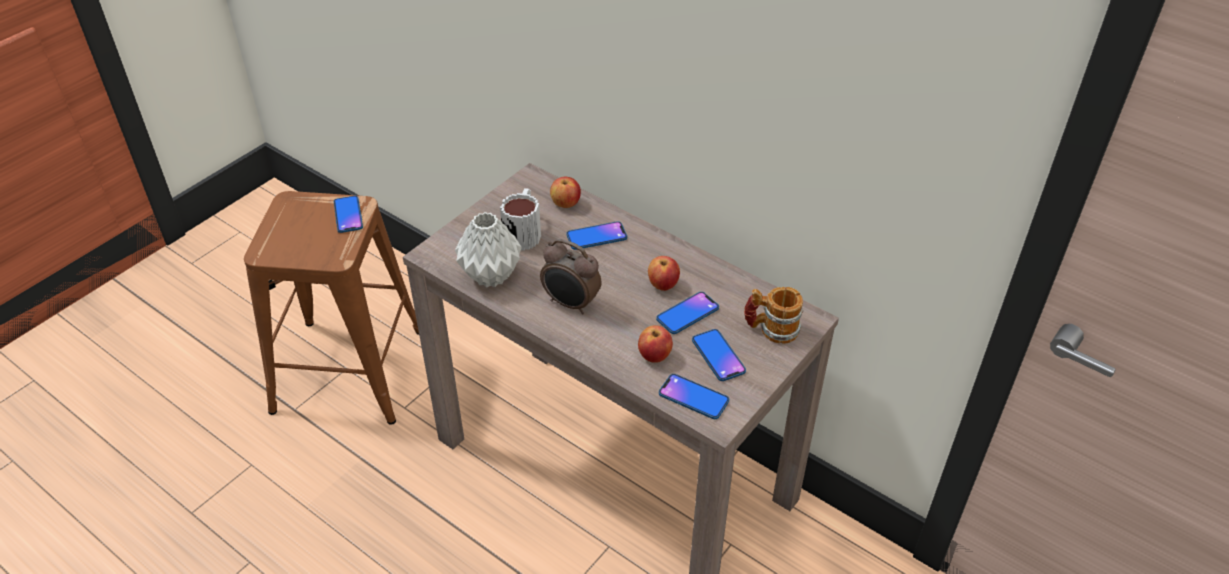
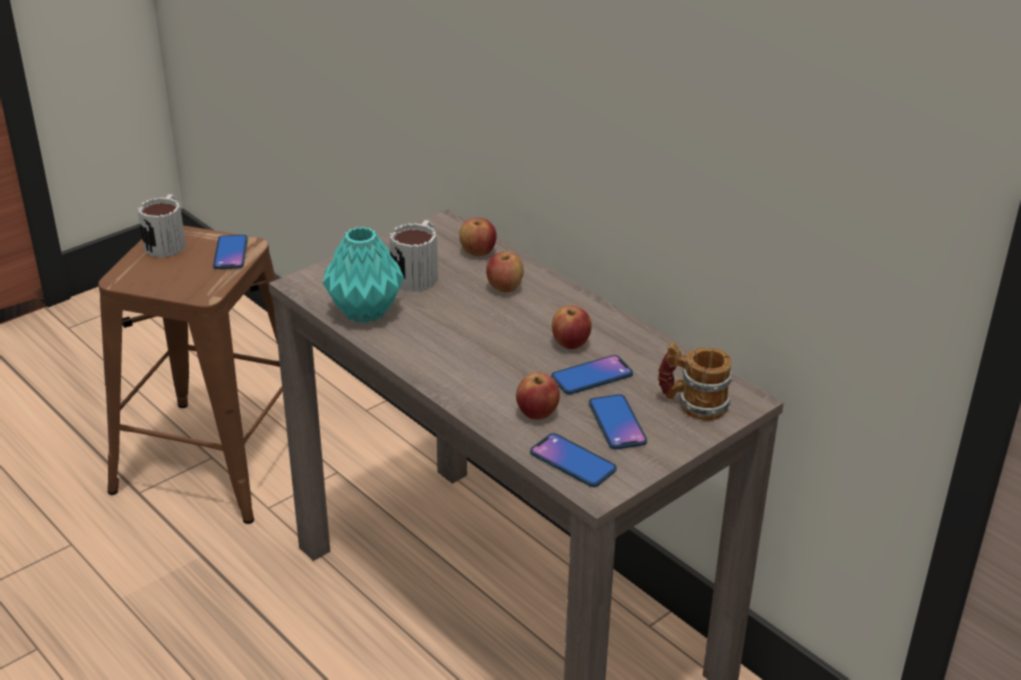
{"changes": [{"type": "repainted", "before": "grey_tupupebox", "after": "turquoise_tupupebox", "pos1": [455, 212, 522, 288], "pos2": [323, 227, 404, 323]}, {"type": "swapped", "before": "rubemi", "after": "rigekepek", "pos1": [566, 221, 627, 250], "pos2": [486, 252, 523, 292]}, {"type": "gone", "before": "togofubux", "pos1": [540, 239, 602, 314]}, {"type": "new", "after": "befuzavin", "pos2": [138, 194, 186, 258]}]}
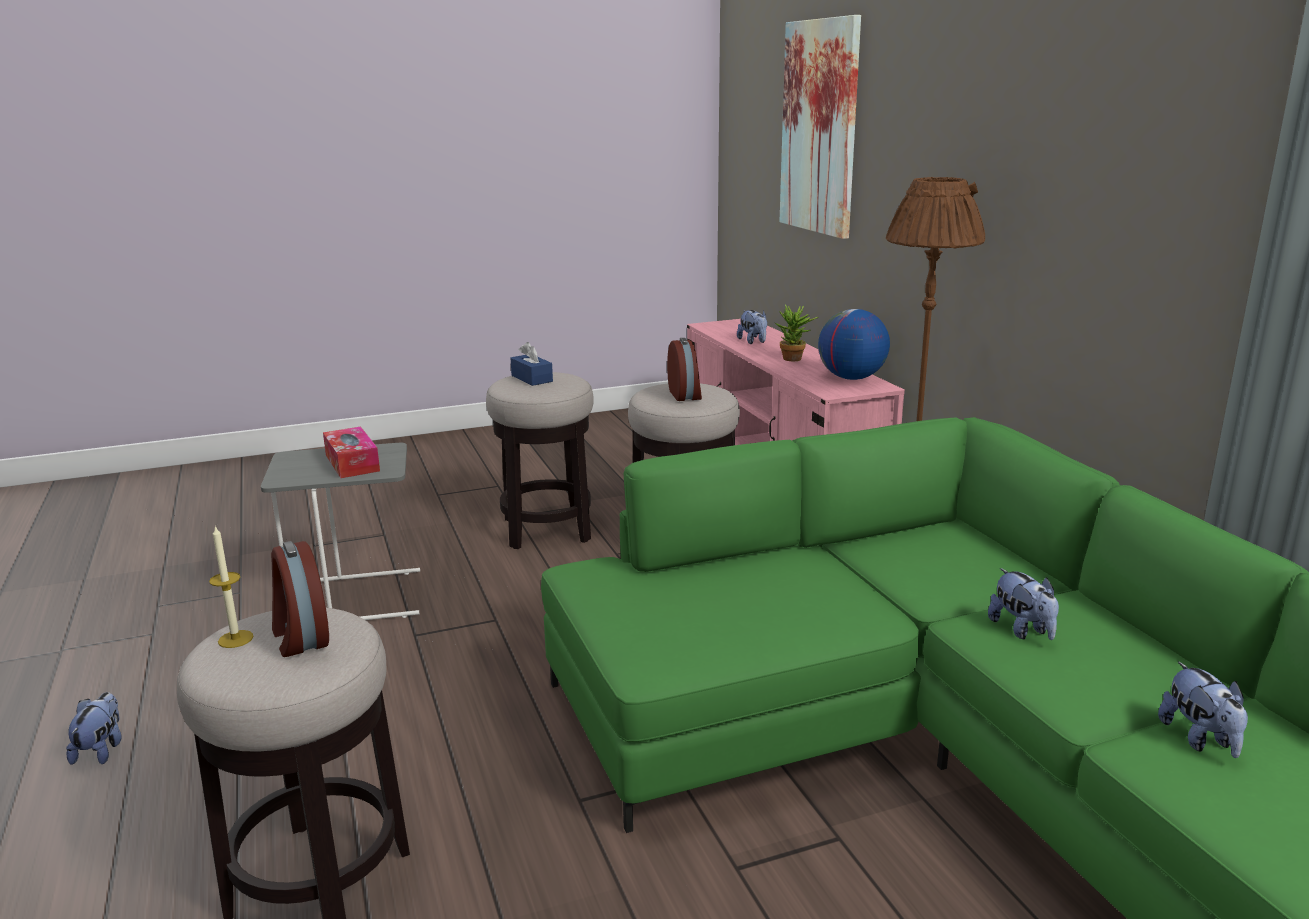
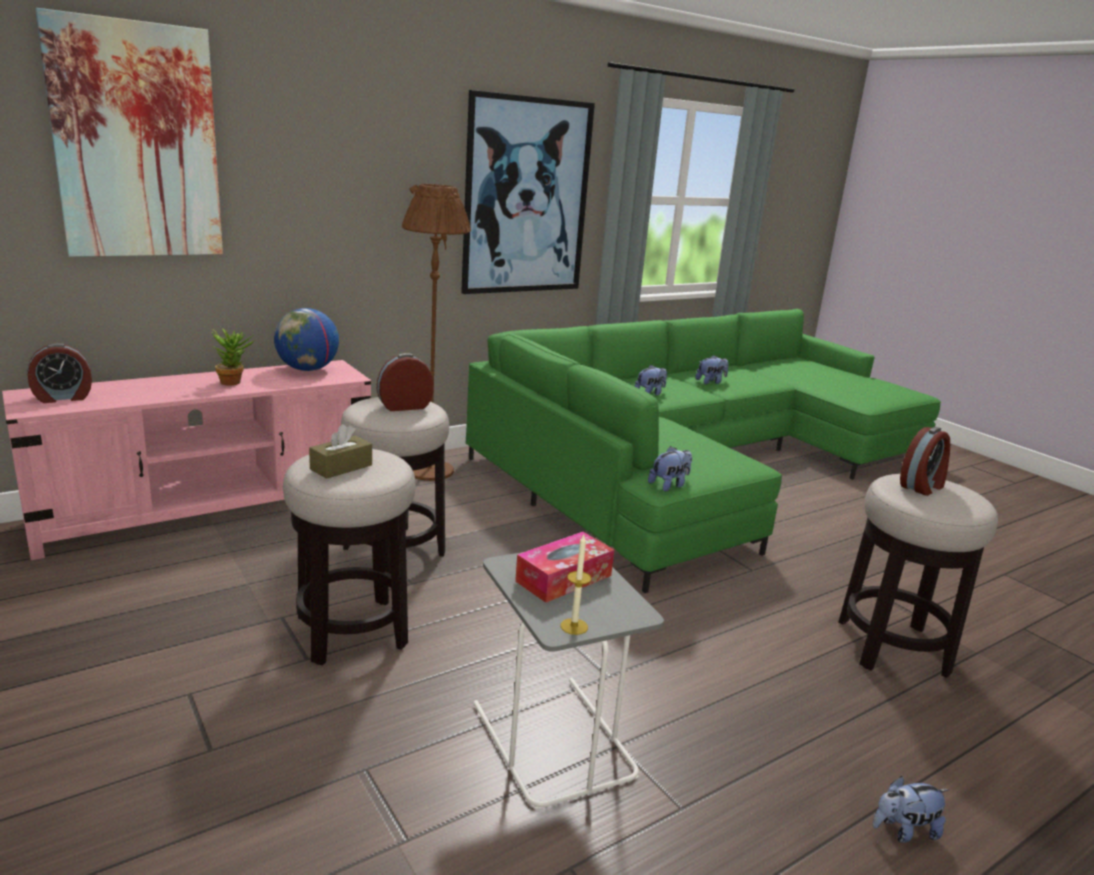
{"changes": [{"type": "shifted", "before": "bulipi", "pos1": [737, 310, 767, 344], "pos2": [648, 446, 692, 492]}, {"type": "repainted", "before": "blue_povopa", "after": "brown_povopa", "pos1": [510, 342, 553, 386], "pos2": [309, 424, 372, 479]}, {"type": "shifted", "before": "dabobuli", "pos1": [209, 526, 254, 648], "pos2": [560, 535, 591, 635]}, {"type": "new", "after": "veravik", "pos2": [461, 90, 595, 294]}, {"type": "new", "after": "togofubux", "pos2": [28, 343, 92, 403]}]}
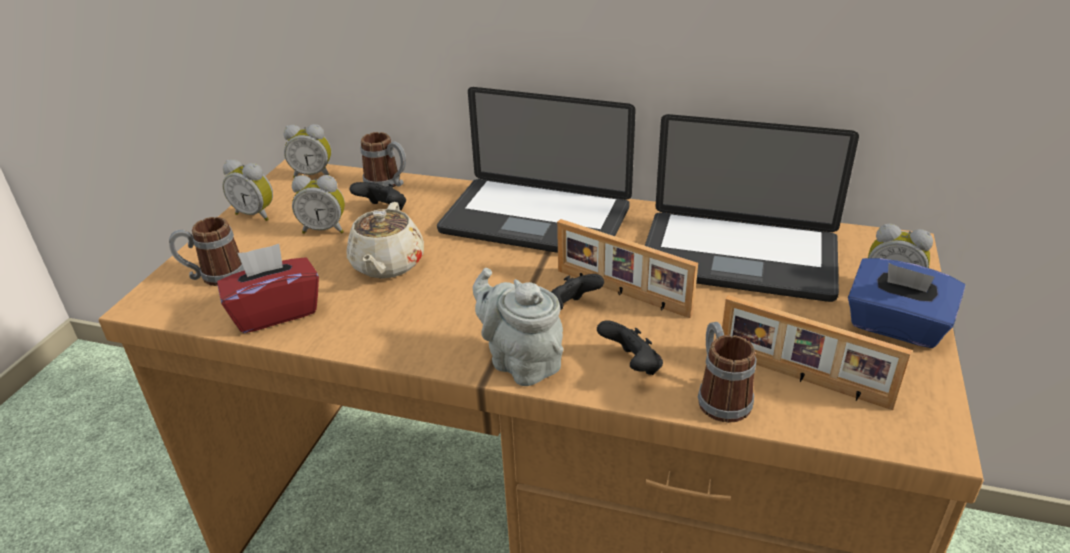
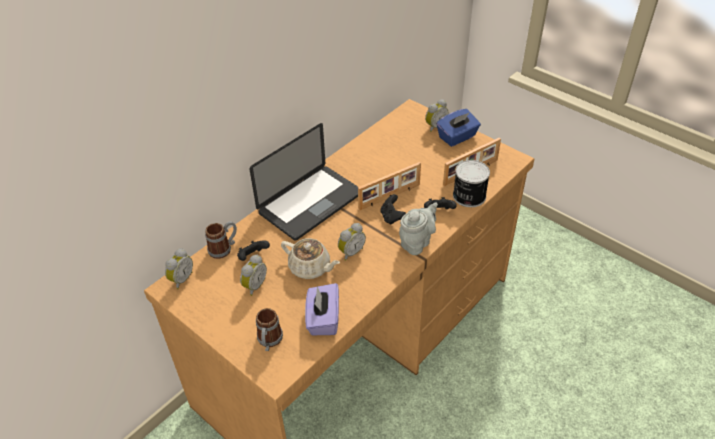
{"changes": [{"type": "gone", "before": "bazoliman", "pos1": [645, 114, 859, 302]}, {"type": "shifted", "before": "togofubux", "pos1": [223, 159, 273, 221], "pos2": [338, 223, 366, 261]}, {"type": "repainted", "before": "red_povopa", "after": "purple_povopa", "pos1": [217, 244, 319, 333], "pos2": [305, 283, 339, 335]}, {"type": "rotated", "before": "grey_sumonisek", "pos1": [473, 268, 563, 386], "pos2": [399, 202, 438, 255], "turn": 150}, {"type": "swapped", "before": "befuzavin", "after": "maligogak", "pos1": [698, 322, 757, 423], "pos2": [453, 160, 490, 207]}]}
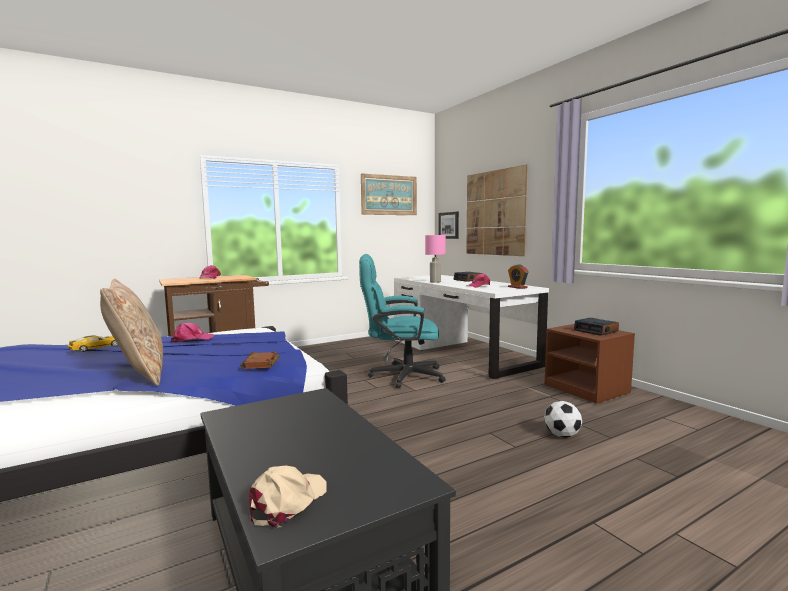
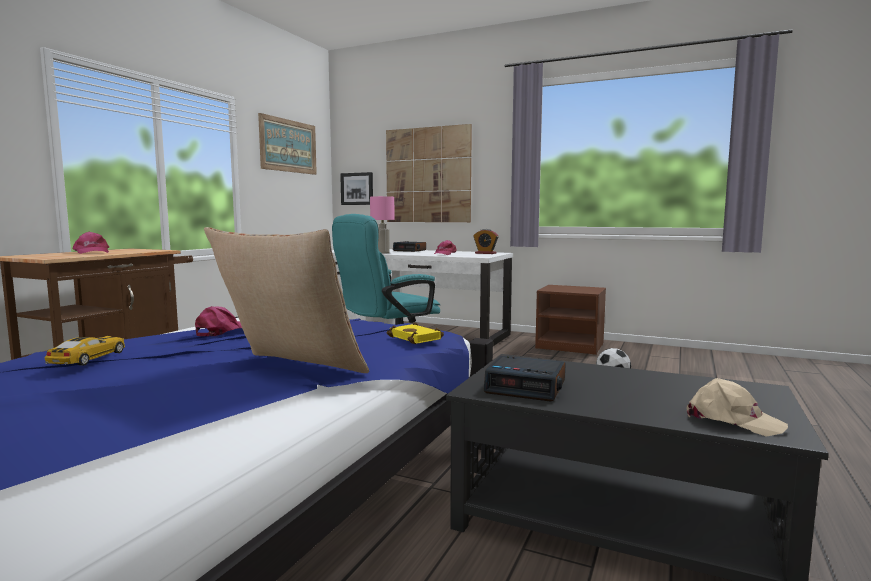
{"changes": [{"type": "shifted", "before": "togofubux", "pos1": [574, 318, 619, 336], "pos2": [484, 356, 566, 402]}, {"type": "repainted", "before": "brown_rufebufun", "after": "yellow_rufebufun", "pos1": [240, 351, 280, 369], "pos2": [387, 322, 444, 344]}, {"type": "rotated", "before": "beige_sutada", "pos1": [249, 466, 327, 528], "pos2": [686, 378, 788, 437], "turn": 135}]}
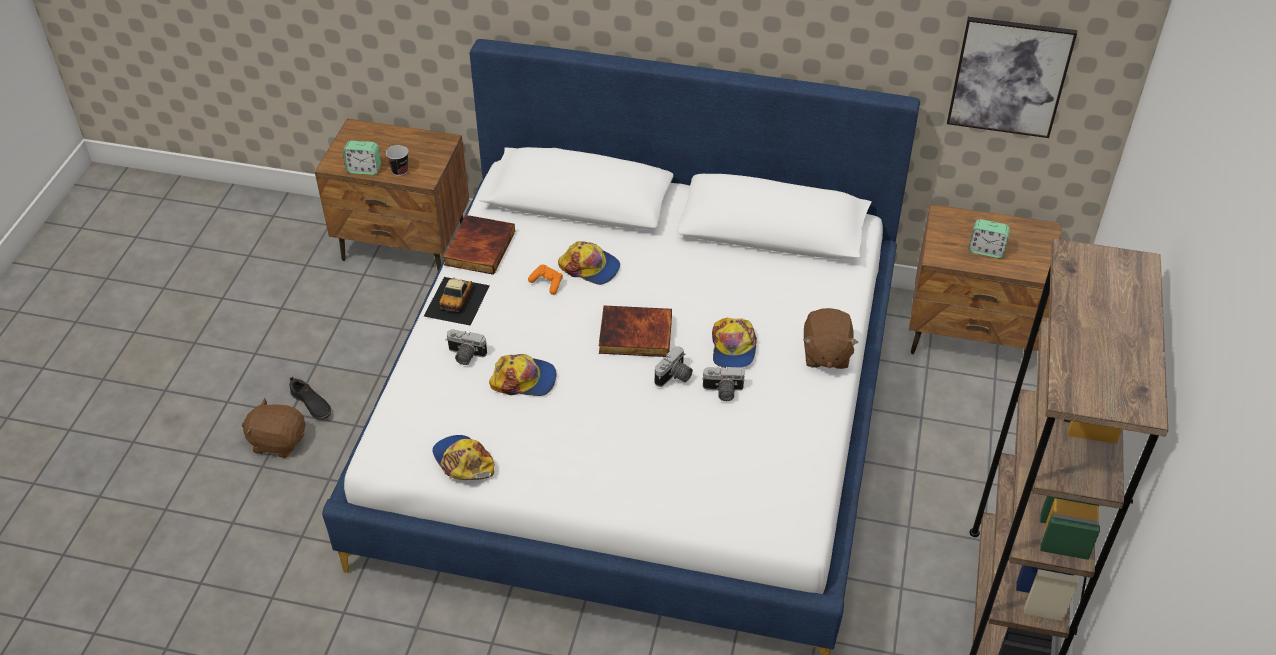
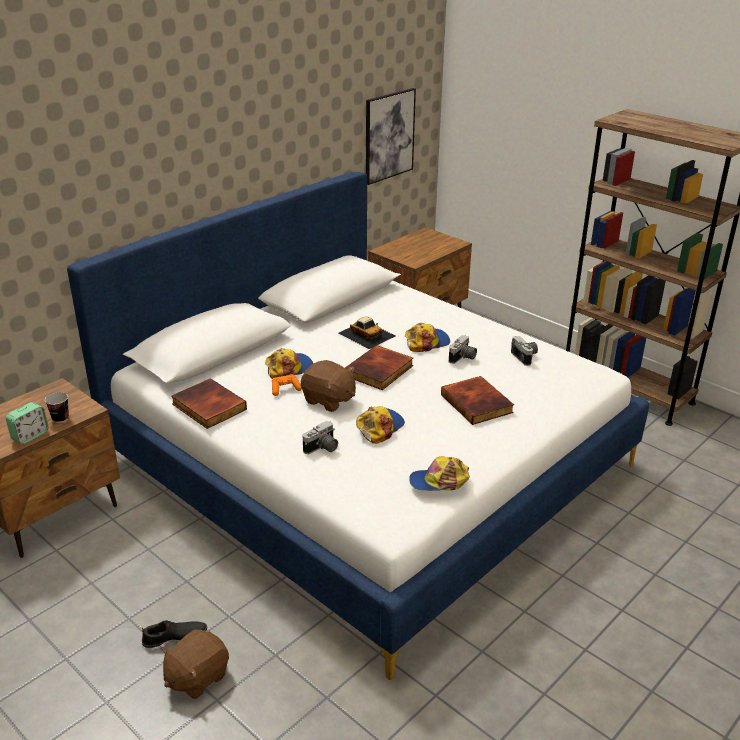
{"changes": [{"type": "gone", "before": "togofubux", "pos1": [969, 219, 1010, 258]}, {"type": "shifted", "before": "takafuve", "pos1": [424, 277, 490, 325], "pos2": [338, 317, 395, 349]}, {"type": "shifted", "before": "brown_bulipi", "pos1": [803, 308, 859, 369], "pos2": [301, 360, 356, 412]}, {"type": "rotated", "before": "sutada", "pos1": [712, 318, 757, 368], "pos2": [405, 323, 450, 352], "turn": -60}, {"type": "shifted", "before": "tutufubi", "pos1": [655, 346, 693, 387], "pos2": [511, 336, 538, 366]}, {"type": "new", "after": "rufebufun", "pos2": [441, 376, 514, 425]}]}
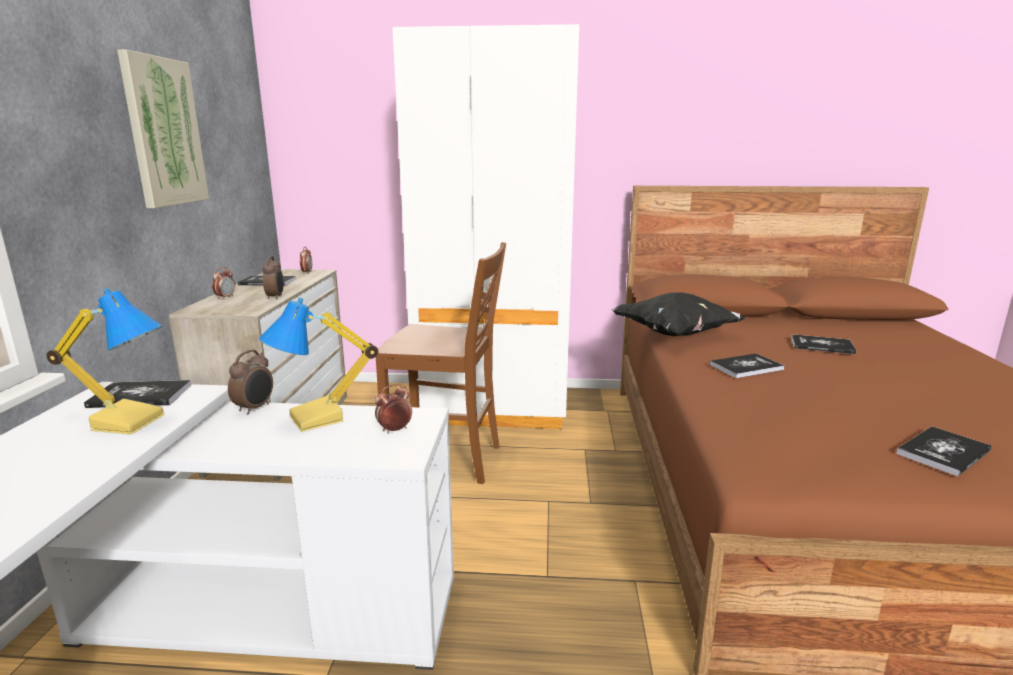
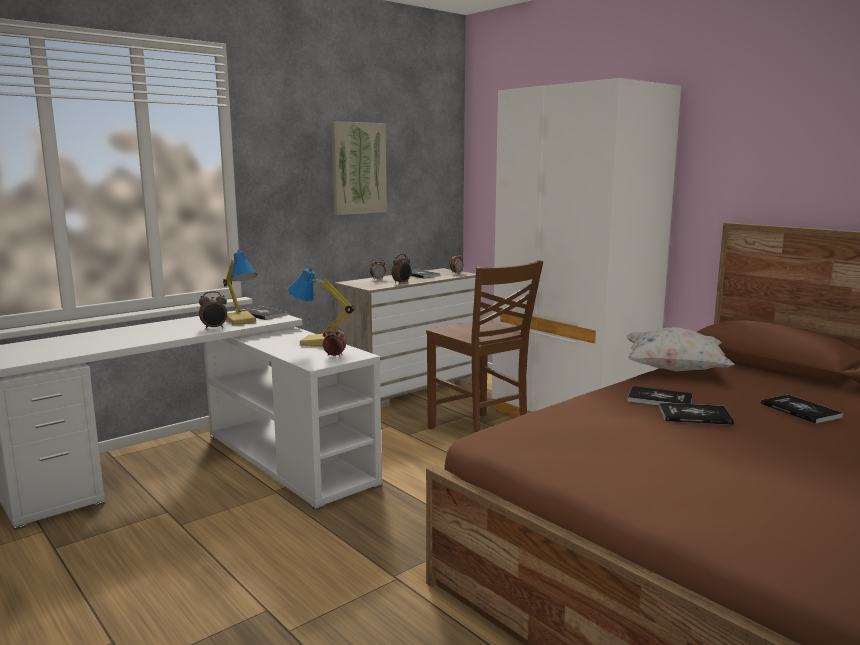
{"changes": [{"type": "repainted", "before": "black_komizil", "after": "white_komizil", "pos1": [612, 292, 745, 336], "pos2": [626, 327, 735, 371]}, {"type": "shifted", "before": "togofubux", "pos1": [228, 350, 273, 414], "pos2": [199, 291, 227, 330]}, {"type": "shifted", "before": "rufebufun", "pos1": [896, 426, 992, 476], "pos2": [659, 402, 734, 425]}]}
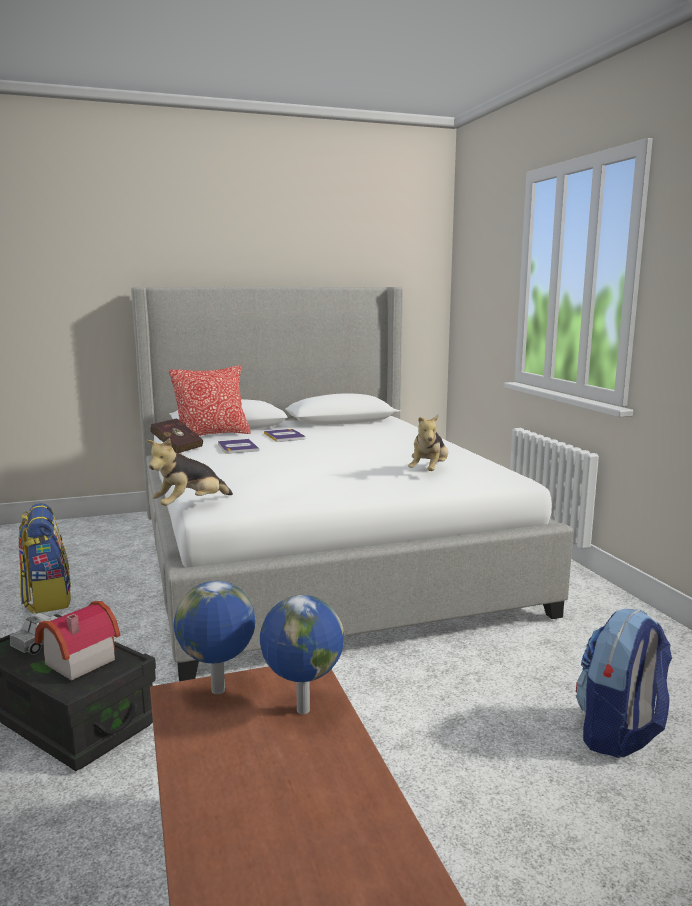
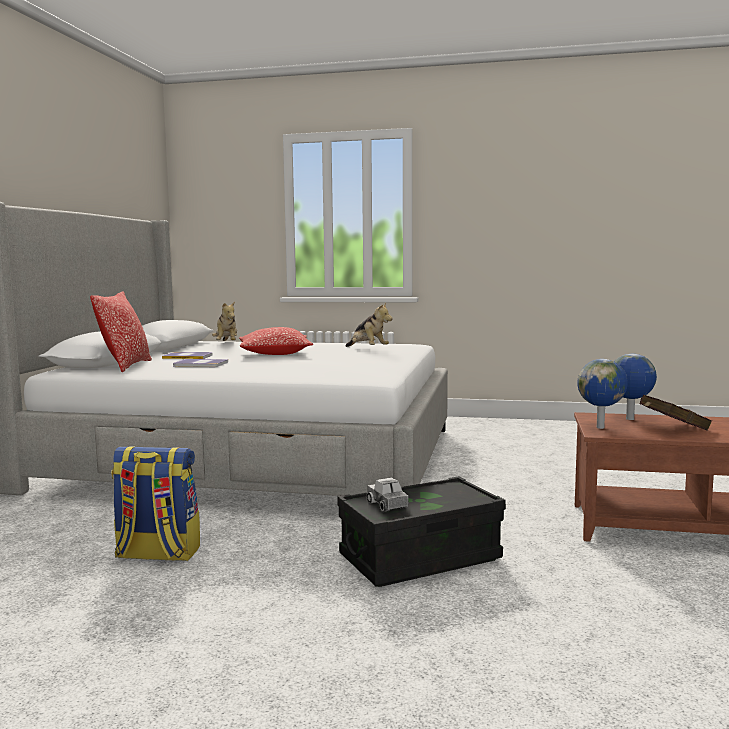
{"changes": [{"type": "shifted", "before": "red_rufebufun", "pos1": [150, 418, 203, 453], "pos2": [640, 395, 712, 431]}, {"type": "shifted", "before": "bulipi", "pos1": [147, 438, 233, 506], "pos2": [212, 301, 237, 341]}, {"type": "gone", "before": "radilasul", "pos1": [35, 601, 120, 681]}, {"type": "gone", "before": "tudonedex", "pos1": [576, 609, 672, 758]}, {"type": "new", "after": "komizil", "pos2": [240, 327, 313, 355]}]}
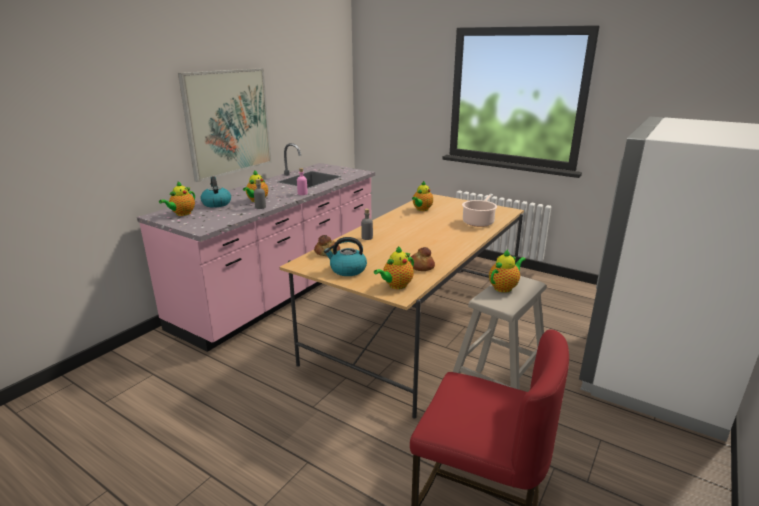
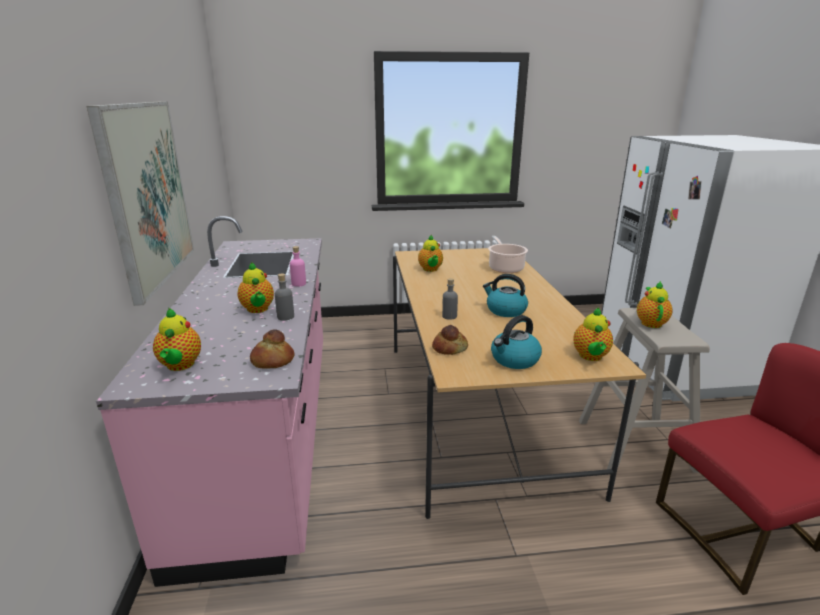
{"changes": [{"type": "shifted", "before": "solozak", "pos1": [201, 176, 231, 208], "pos2": [483, 274, 528, 317]}, {"type": "shifted", "before": "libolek", "pos1": [410, 247, 435, 271], "pos2": [250, 329, 295, 369]}]}
